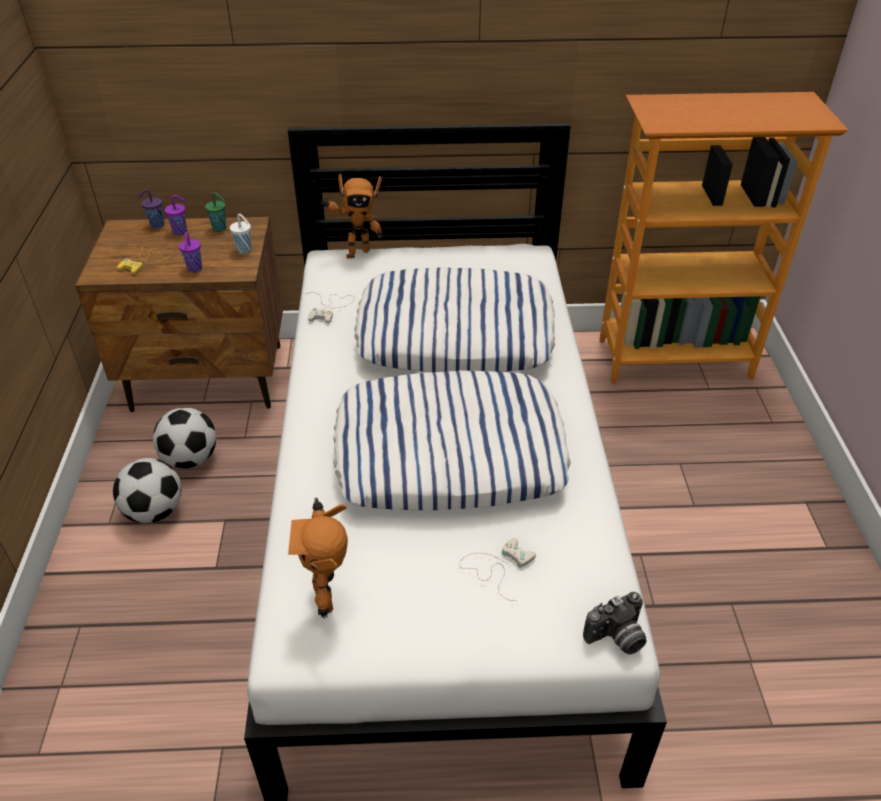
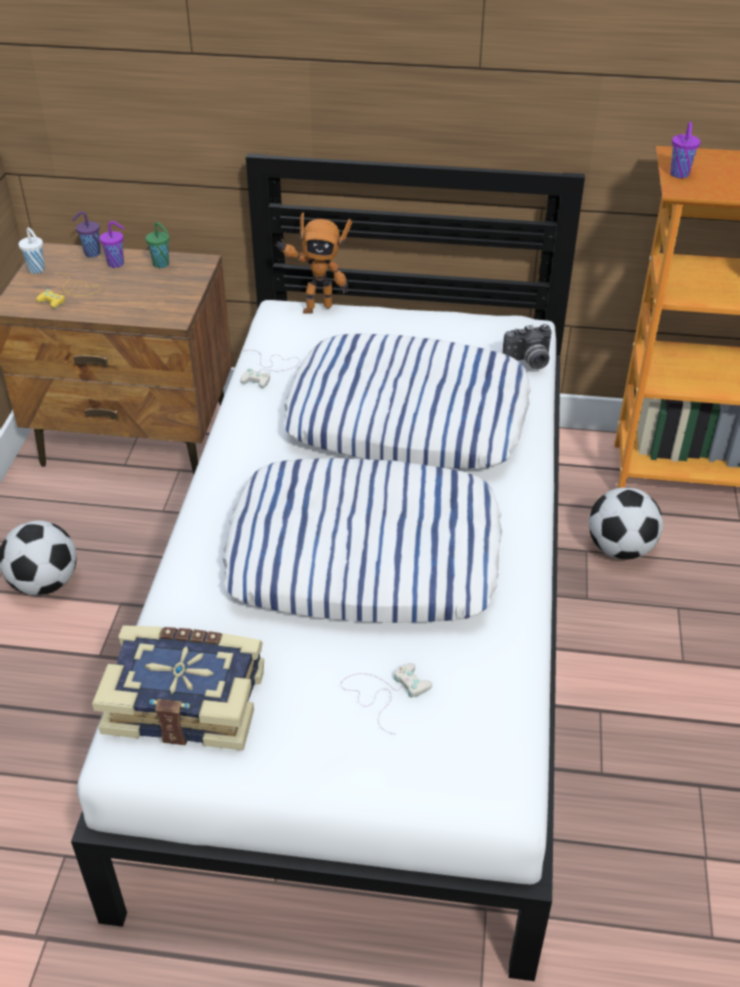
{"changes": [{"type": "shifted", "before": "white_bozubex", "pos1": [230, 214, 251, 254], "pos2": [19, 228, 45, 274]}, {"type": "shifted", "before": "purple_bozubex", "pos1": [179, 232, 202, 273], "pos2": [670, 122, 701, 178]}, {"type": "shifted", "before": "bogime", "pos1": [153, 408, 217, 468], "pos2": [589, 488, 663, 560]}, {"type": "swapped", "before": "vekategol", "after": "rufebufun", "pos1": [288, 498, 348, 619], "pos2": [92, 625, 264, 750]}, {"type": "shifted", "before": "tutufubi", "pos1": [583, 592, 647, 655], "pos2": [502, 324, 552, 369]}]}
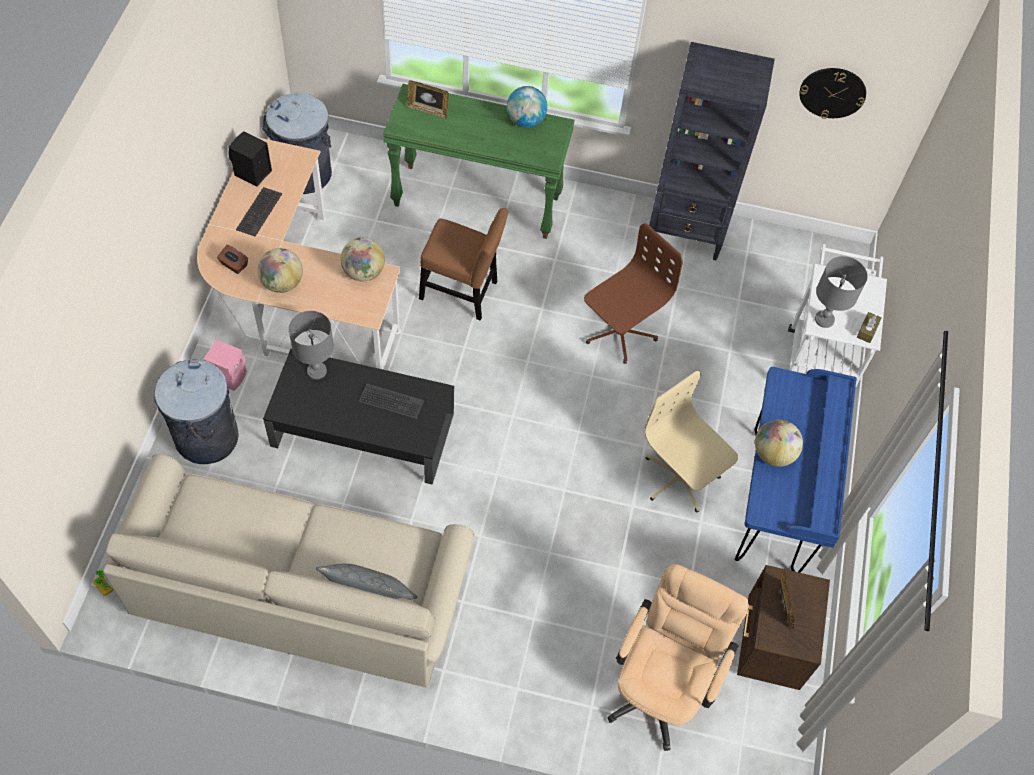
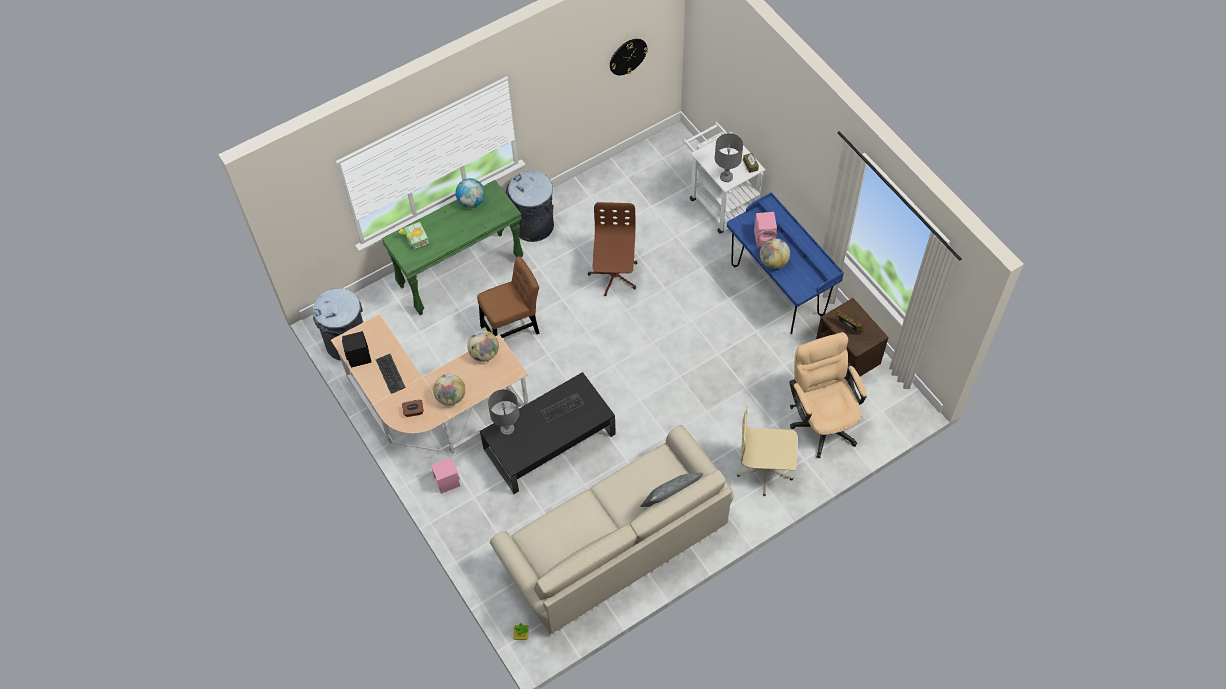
{"changes": [{"type": "gone", "before": "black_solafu", "pos1": [646, 42, 775, 260]}, {"type": "swapped", "before": "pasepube", "after": "rufebufun", "pos1": [407, 80, 449, 119], "pos2": [398, 222, 429, 250]}, {"type": "shifted", "before": "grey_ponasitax", "pos1": [154, 359, 238, 464], "pos2": [505, 171, 554, 242]}, {"type": "shifted", "before": "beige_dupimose", "pos1": [644, 371, 739, 513], "pos2": [737, 406, 797, 496]}, {"type": "new", "after": "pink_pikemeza", "pos2": [754, 212, 777, 247]}]}
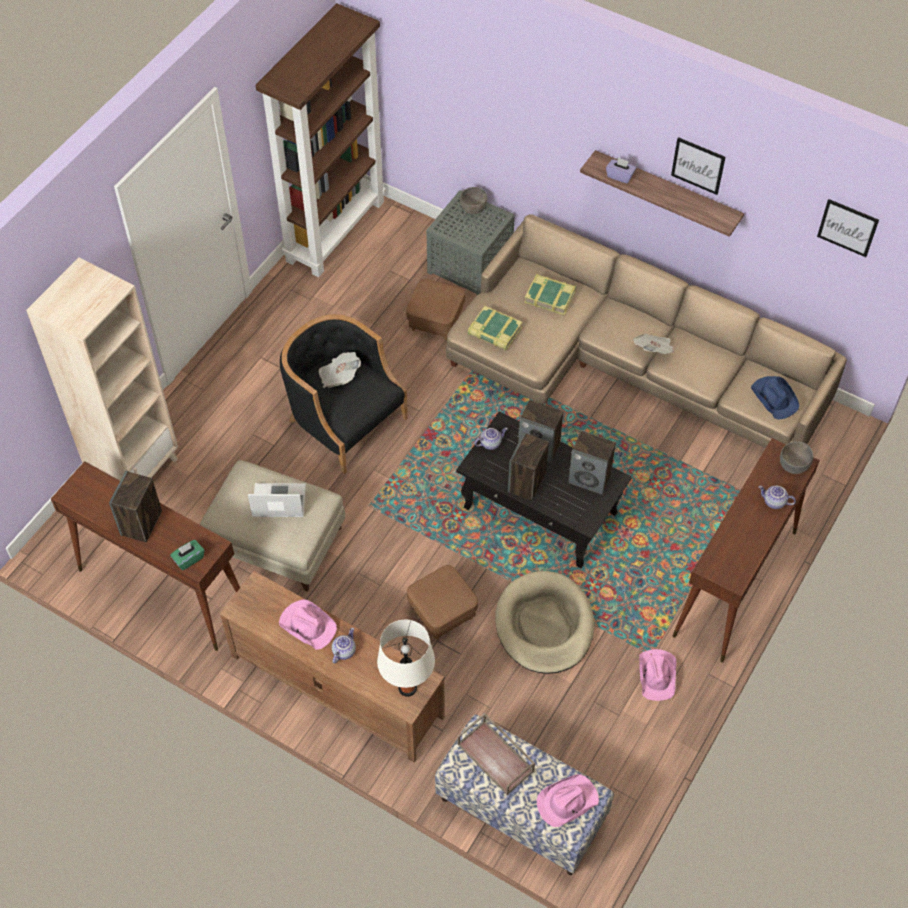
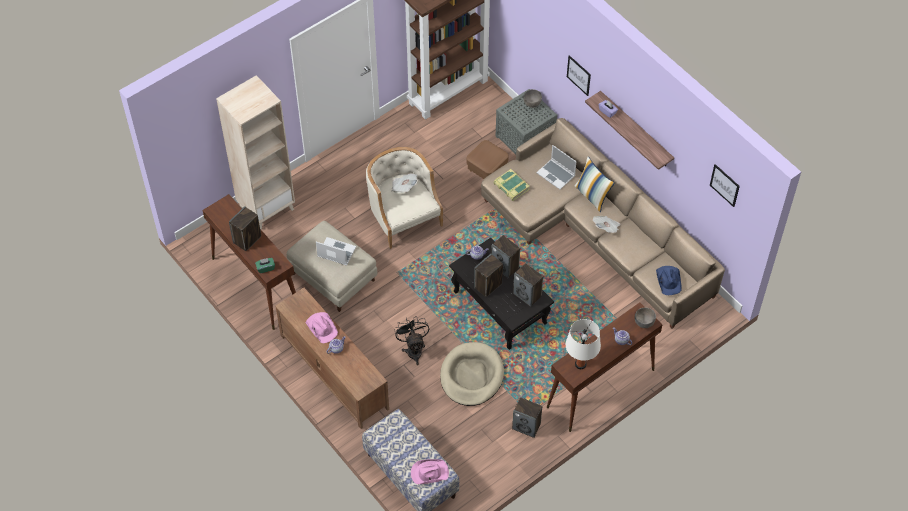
{"changes": [{"type": "shifted", "before": "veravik", "pos1": [671, 137, 725, 195], "pos2": [567, 55, 591, 96]}, {"type": "swapped", "before": "rufebufun", "after": "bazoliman", "pos1": [524, 274, 576, 315], "pos2": [537, 145, 577, 189]}, {"type": "repainted", "before": "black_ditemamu", "after": "beige_ditemamu", "pos1": [280, 314, 408, 474], "pos2": [366, 147, 443, 249]}, {"type": "swapped", "before": "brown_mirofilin", "after": "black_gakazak", "pos1": [407, 565, 478, 640], "pos2": [394, 316, 429, 365]}, {"type": "shifted", "before": "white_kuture", "pos1": [377, 619, 435, 697], "pos2": [566, 319, 601, 369]}, {"type": "swapped", "before": "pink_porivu", "after": "pikemeza", "pos1": [639, 649, 676, 701], "pos2": [512, 397, 542, 438]}, {"type": "gone", "before": "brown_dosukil", "pos1": [457, 713, 535, 795]}, {"type": "new", "after": "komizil", "pos2": [575, 157, 615, 212]}]}
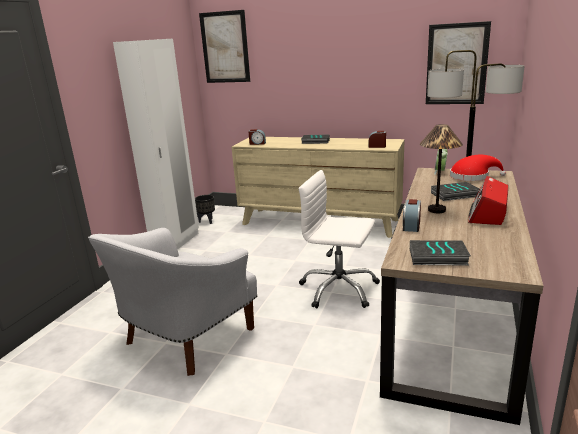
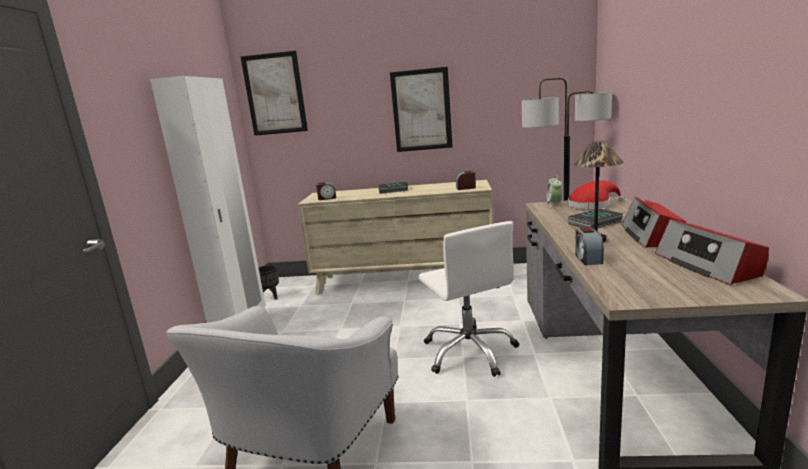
{"changes": [{"type": "shifted", "before": "veravik", "pos1": [426, 21, 491, 104], "pos2": [390, 67, 453, 152]}, {"type": "rotated", "before": "white_dupimose", "pos1": [299, 170, 380, 308], "pos2": [419, 221, 519, 377], "turn": -120}, {"type": "gone", "before": "rufebufun", "pos1": [410, 240, 471, 266]}, {"type": "new", "after": "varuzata", "pos2": [655, 219, 769, 285]}]}
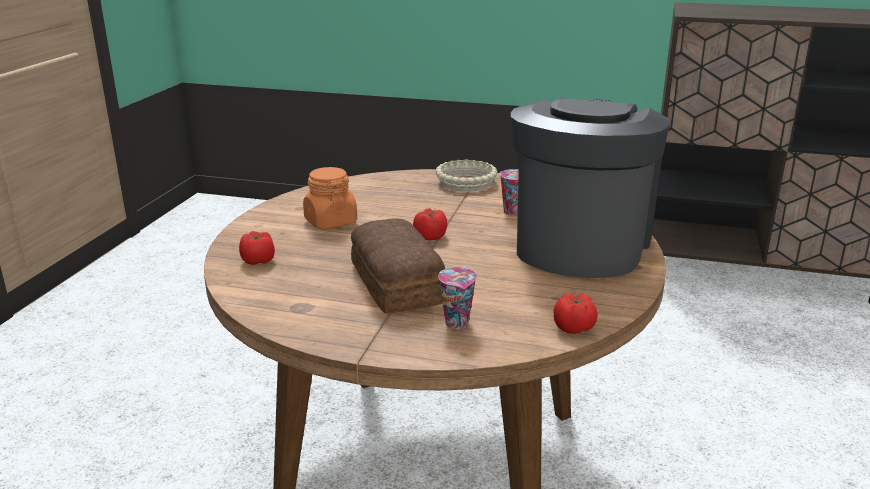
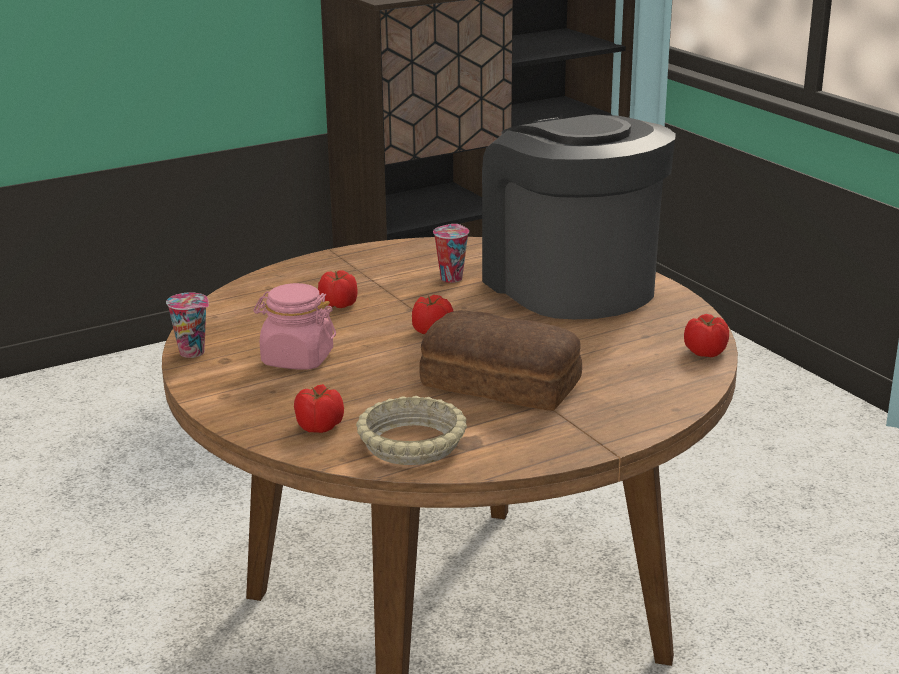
{"changes": [{"type": "shifted", "before": "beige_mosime", "pos1": [435, 159, 498, 192], "pos2": [356, 396, 467, 465]}, {"type": "repainted", "before": "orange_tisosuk", "after": "pink_tisosuk", "pos1": [303, 167, 357, 229], "pos2": [253, 283, 336, 369]}, {"type": "shifted", "before": "bozubex", "pos1": [438, 267, 477, 329], "pos2": [166, 292, 209, 358]}, {"type": "new", "after": "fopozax", "pos2": [318, 271, 358, 308]}]}
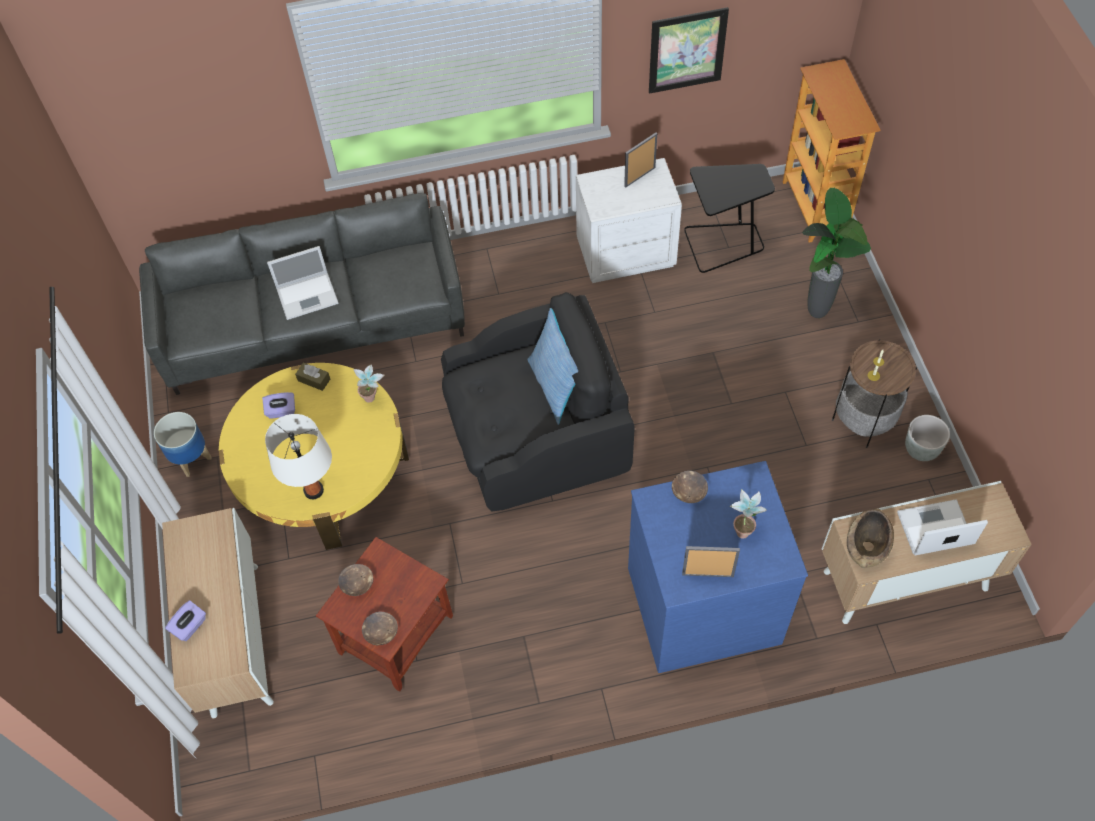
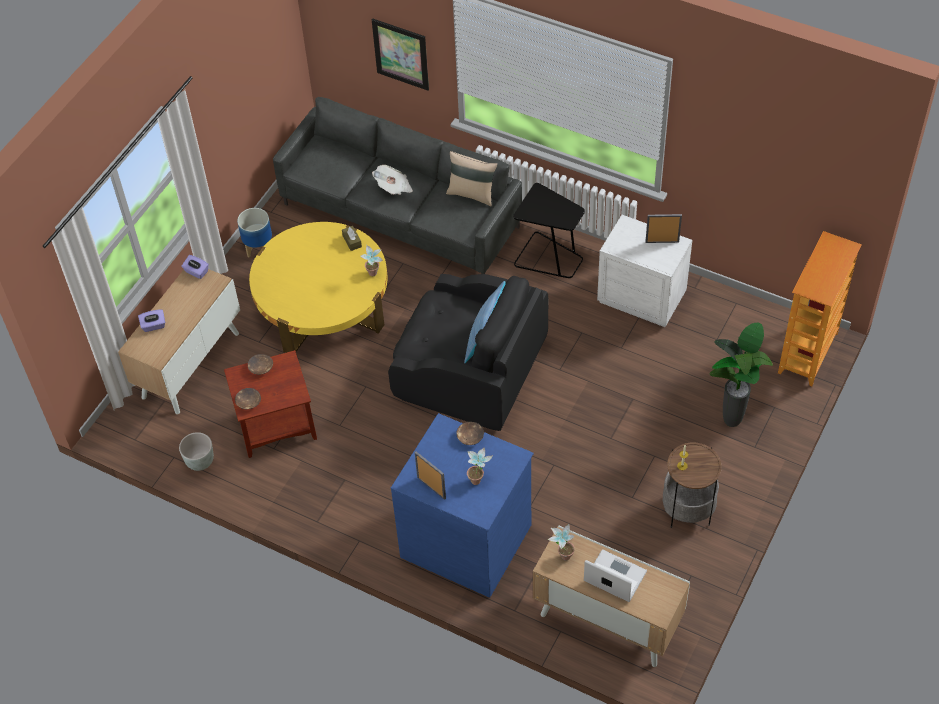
{"changes": [{"type": "shifted", "before": "veravik", "pos1": [649, 7, 729, 94], "pos2": [372, 18, 429, 91]}, {"type": "shifted", "before": "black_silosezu", "pos1": [684, 164, 775, 273], "pos2": [513, 183, 585, 278]}, {"type": "swapped", "before": "bazoliman", "after": "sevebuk", "pos1": [267, 246, 339, 320], "pos2": [372, 165, 413, 195]}, {"type": "shifted", "before": "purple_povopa", "pos1": [262, 392, 295, 419], "pos2": [182, 255, 209, 279]}, {"type": "gone", "before": "white_kuture", "pos1": [265, 414, 332, 499]}, {"type": "shifted", "before": "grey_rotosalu", "pos1": [905, 415, 950, 461], "pos2": [179, 432, 214, 471]}, {"type": "swapped", "before": "brown_mosime", "after": "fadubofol", "pos1": [847, 508, 894, 568], "pos2": [547, 524, 575, 560]}, {"type": "new", "after": "beige_komizil", "pos2": [446, 151, 497, 206]}]}
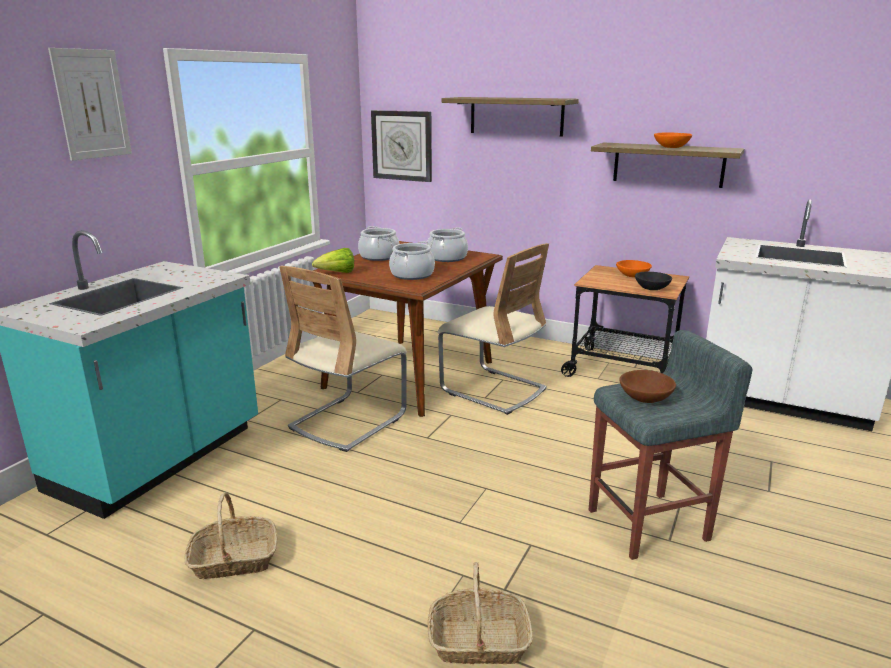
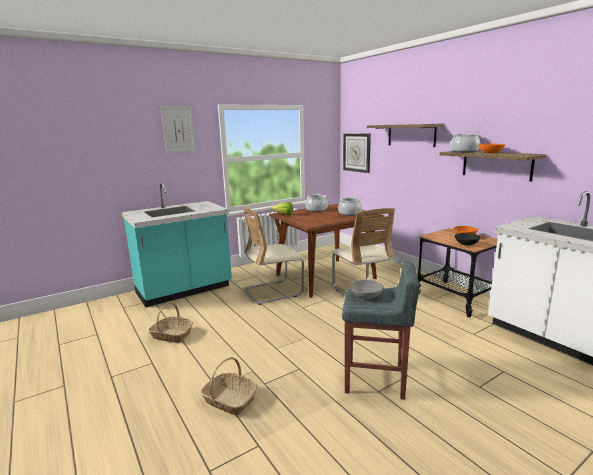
{"changes": [{"type": "shifted", "before": "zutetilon", "pos1": [389, 241, 435, 280], "pos2": [450, 133, 480, 152]}, {"type": "repainted", "before": "brown_mosime", "after": "grey_mosime", "pos1": [619, 370, 676, 403], "pos2": [350, 280, 384, 299]}]}
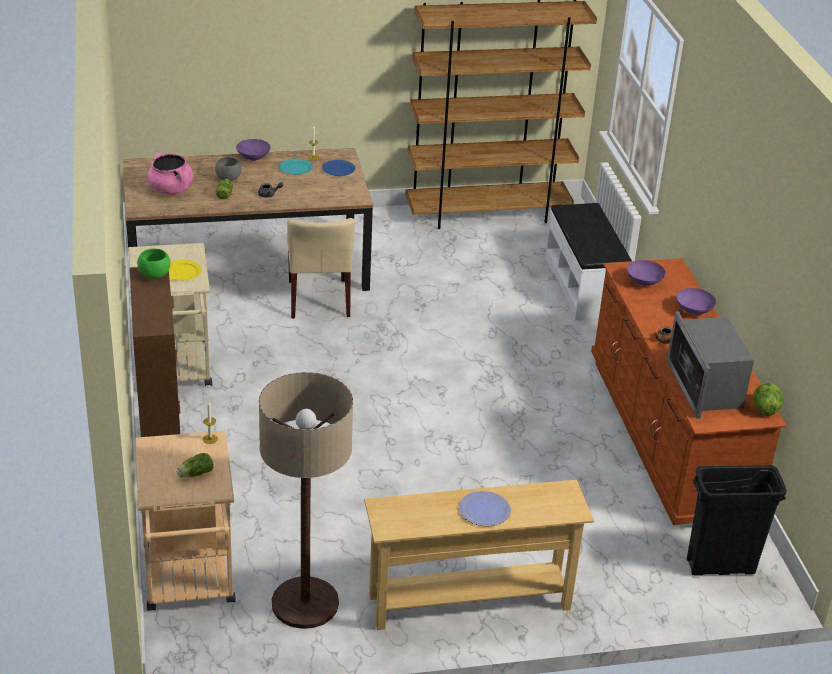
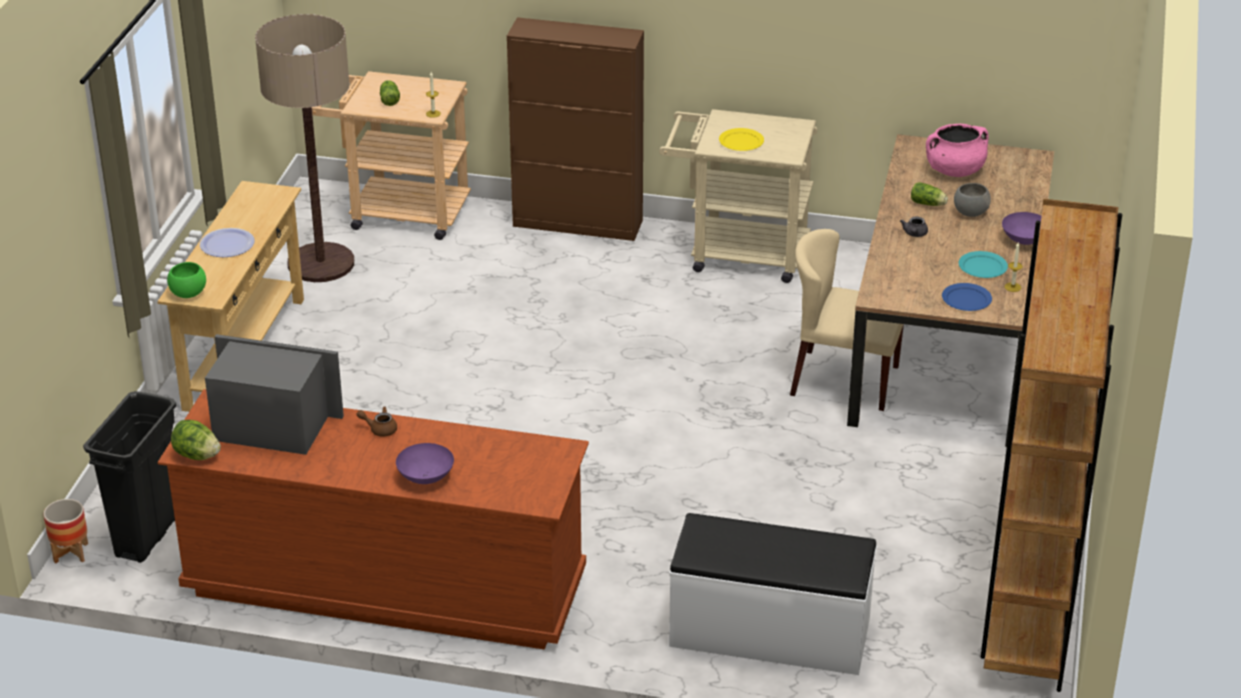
{"changes": [{"type": "shifted", "before": "green_mosime", "pos1": [137, 249, 171, 279], "pos2": [167, 262, 206, 298]}, {"type": "gone", "before": "purple_mosime", "pos1": [627, 260, 665, 286]}, {"type": "new", "after": "rotosalu", "pos2": [43, 499, 88, 563]}]}
